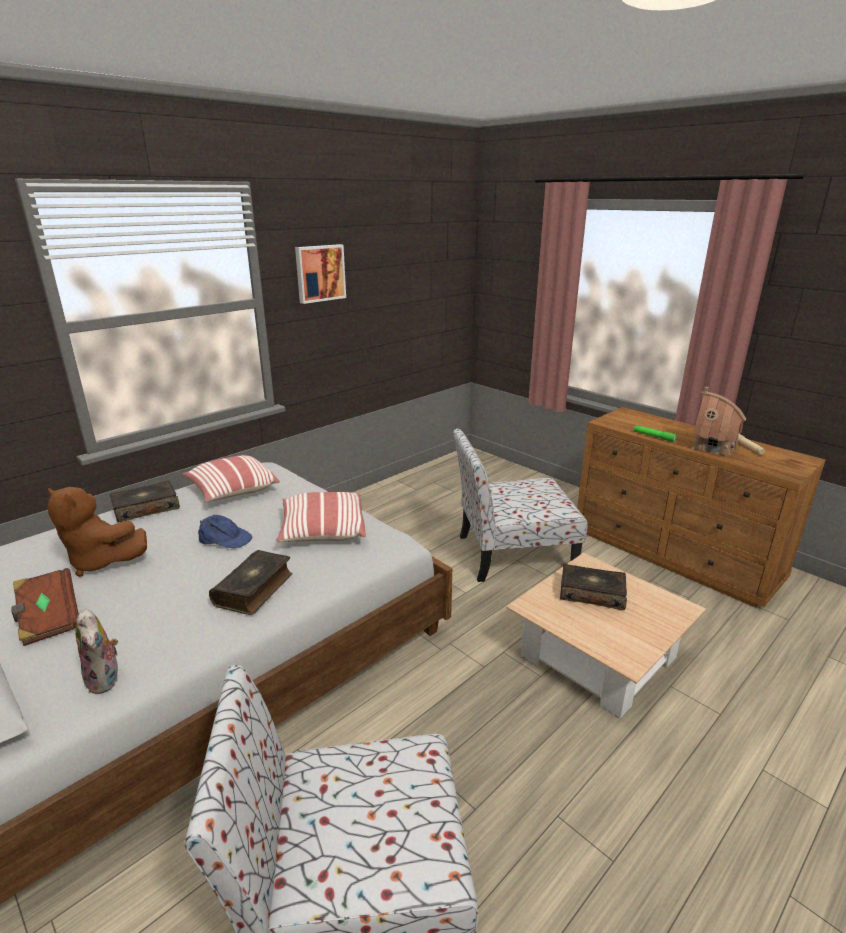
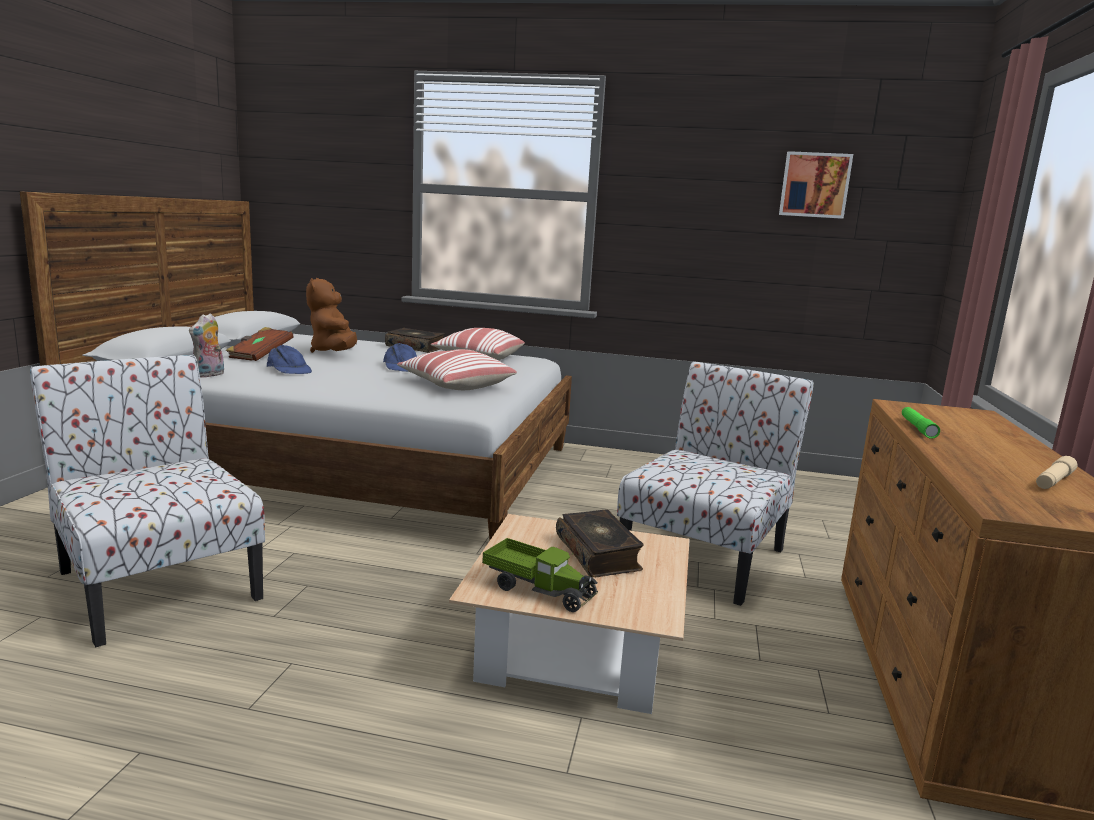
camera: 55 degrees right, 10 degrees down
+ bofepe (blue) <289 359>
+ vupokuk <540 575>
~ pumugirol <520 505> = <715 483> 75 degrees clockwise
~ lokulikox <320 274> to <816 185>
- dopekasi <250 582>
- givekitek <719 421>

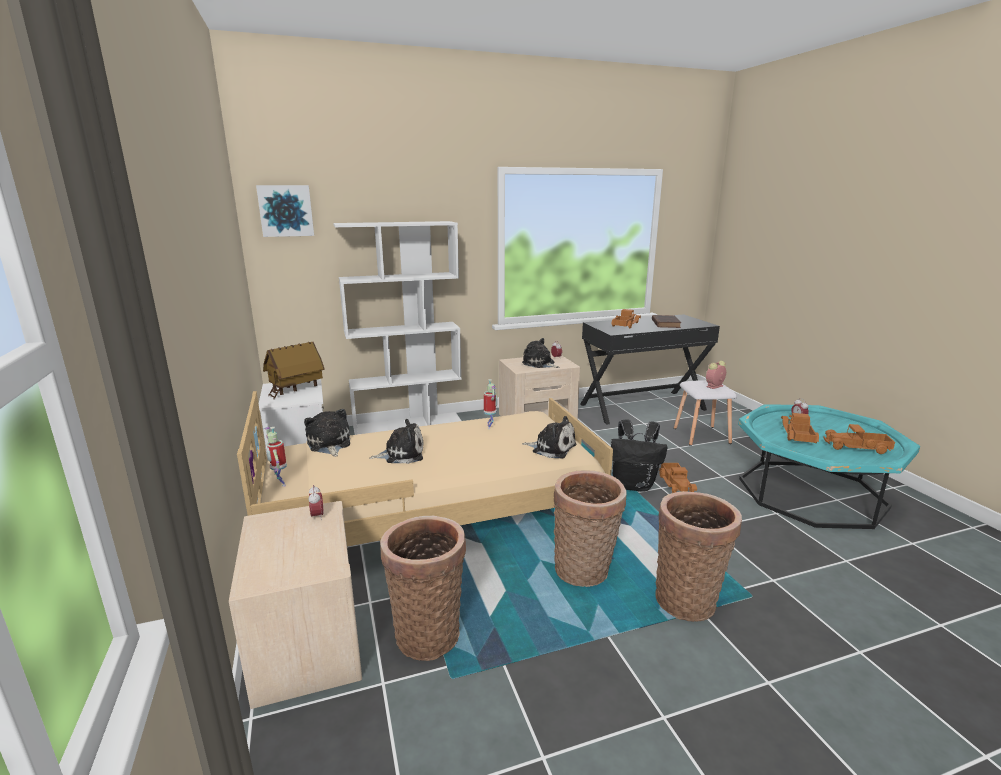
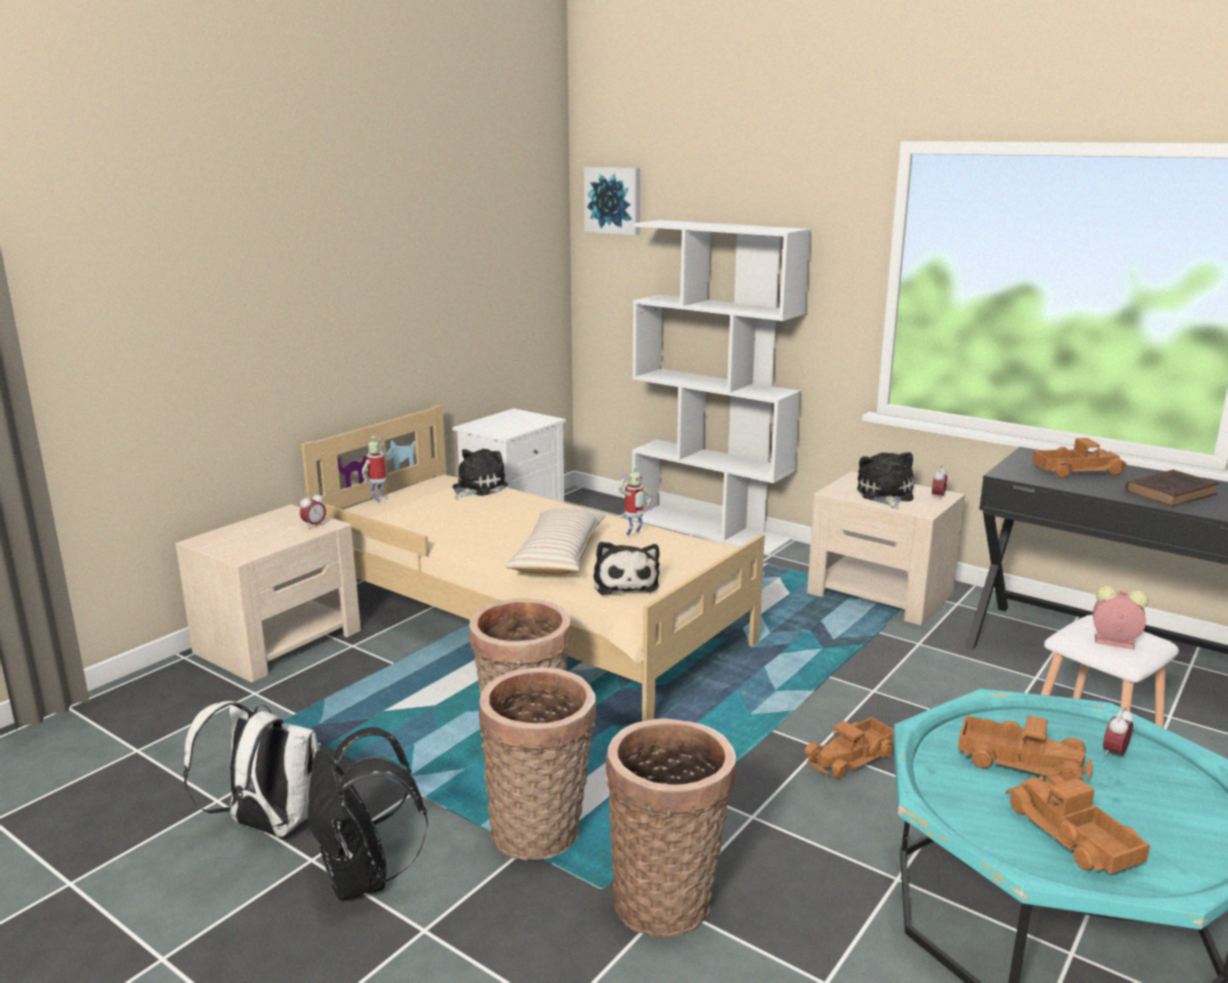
camera: 55 degrees right, 0 degrees up
+ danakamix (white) <251 769>
~ danakamix (black) <639 455> to <368 813>
+ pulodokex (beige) <555 541>
~ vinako <423 588> to <671 827>
~ vupokuk <800 428> = <1025 748> 45 degrees clockwise
- givekitek <294 370>
- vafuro <396 441>

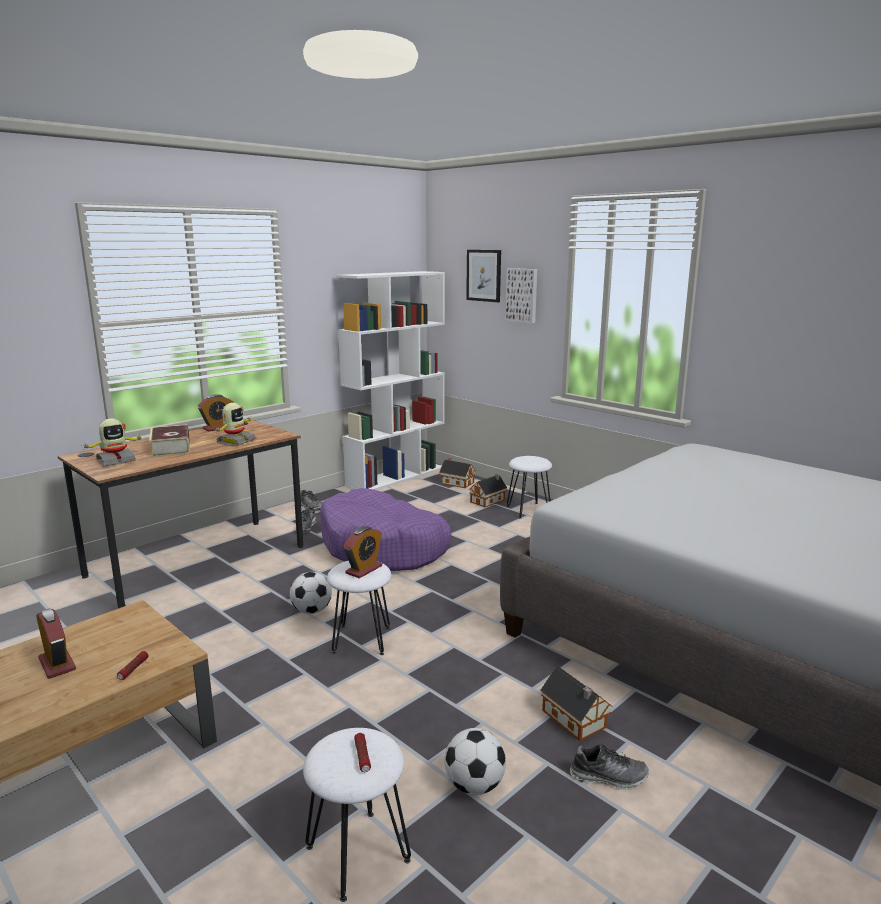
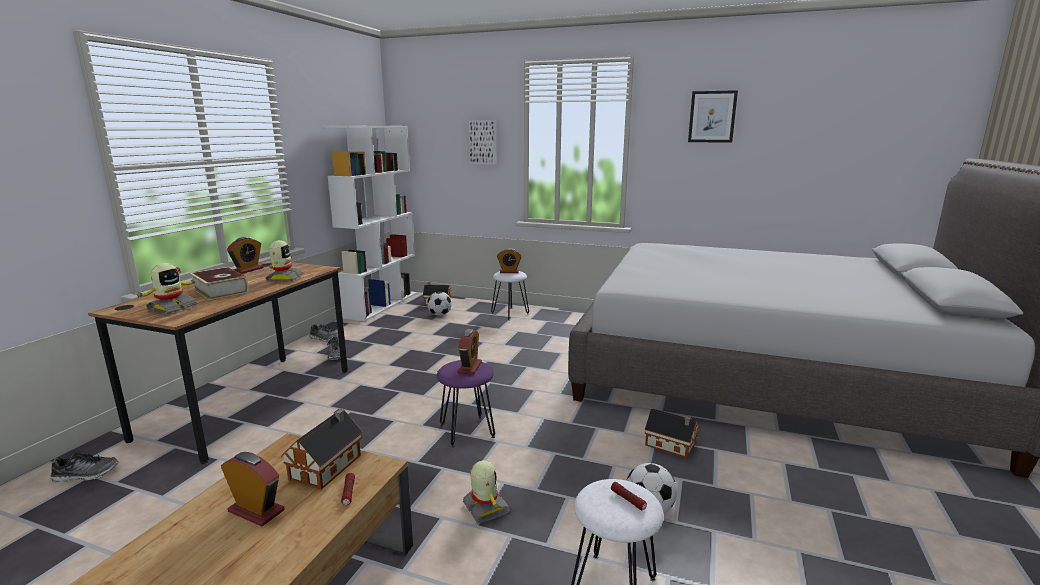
camera: 25 degrees left, 0 degrees up
~ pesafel <609 767> to <84 467>
~ givekitek <488 491> to <322 449>
~ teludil <311 593> to <439 304>
~ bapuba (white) <359 608> to bapuba (purple) <466 403>
+ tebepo <487 492>
+ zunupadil <509 260>
~ lokulikox <483 276> to <713 116>
- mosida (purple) <385 529>

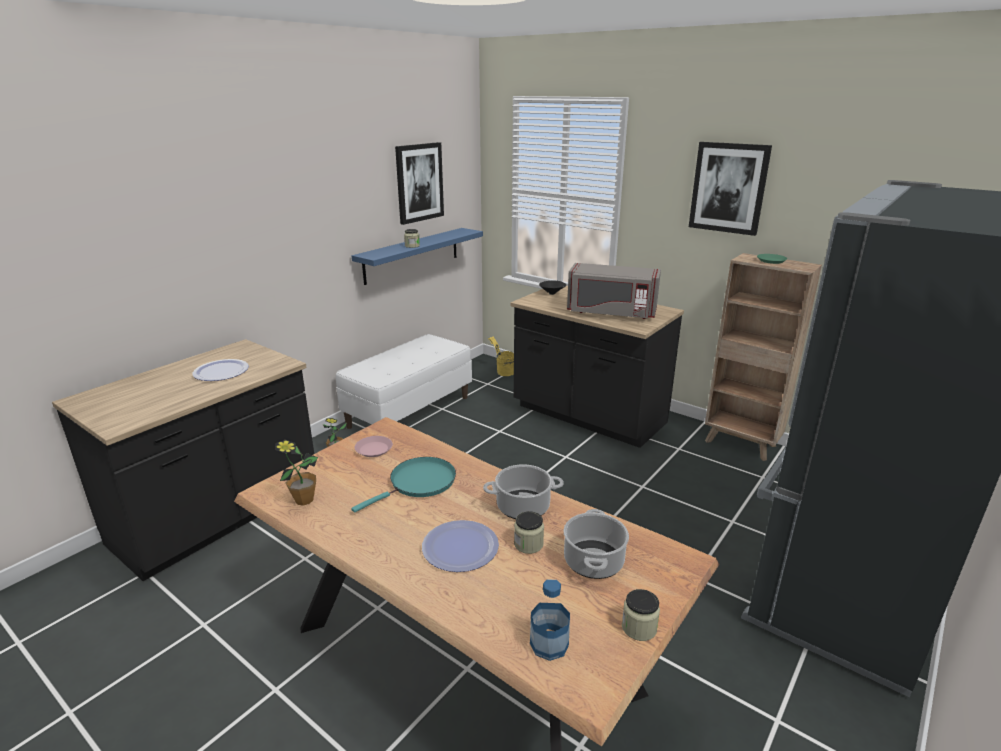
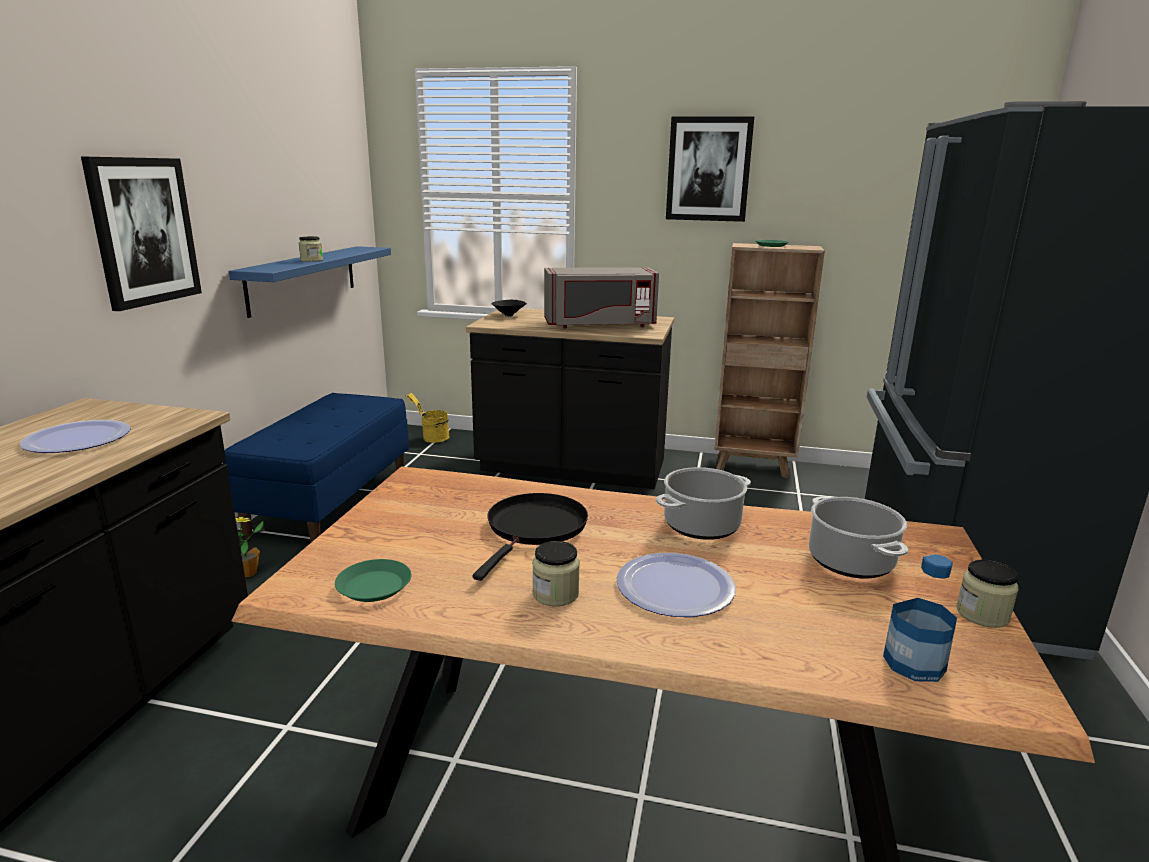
camera: 25 degrees left, 5 degrees down
~ lokulikox <419 183> to <141 234>
~ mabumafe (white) <404 381> to mabumafe (blue) <316 467>
~ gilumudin <296 473> to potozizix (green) <373 580>
~ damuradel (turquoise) <403 485> to damuradel (black) <530 537>
~ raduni <529 532> to <556 573>
- potozizix (pink) <374 446>

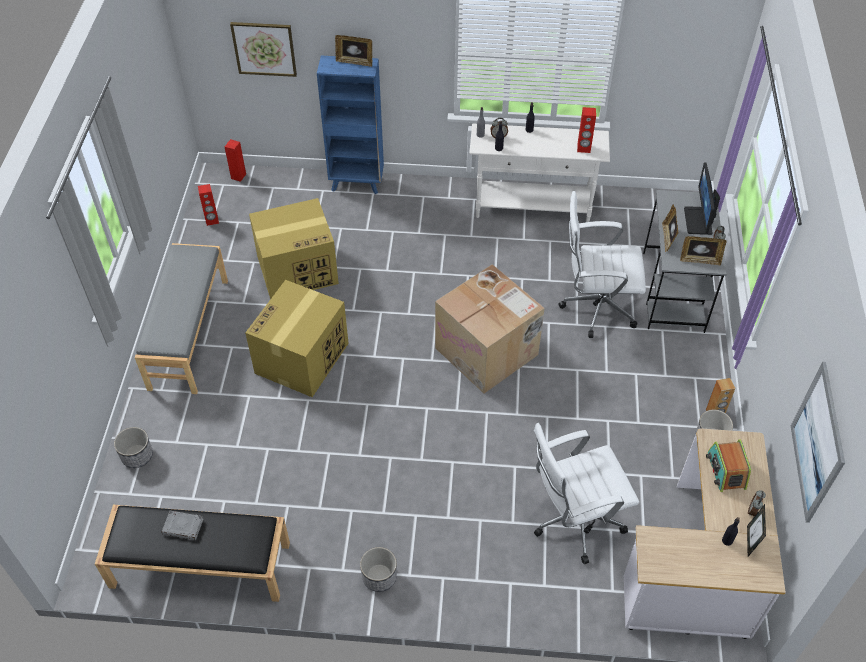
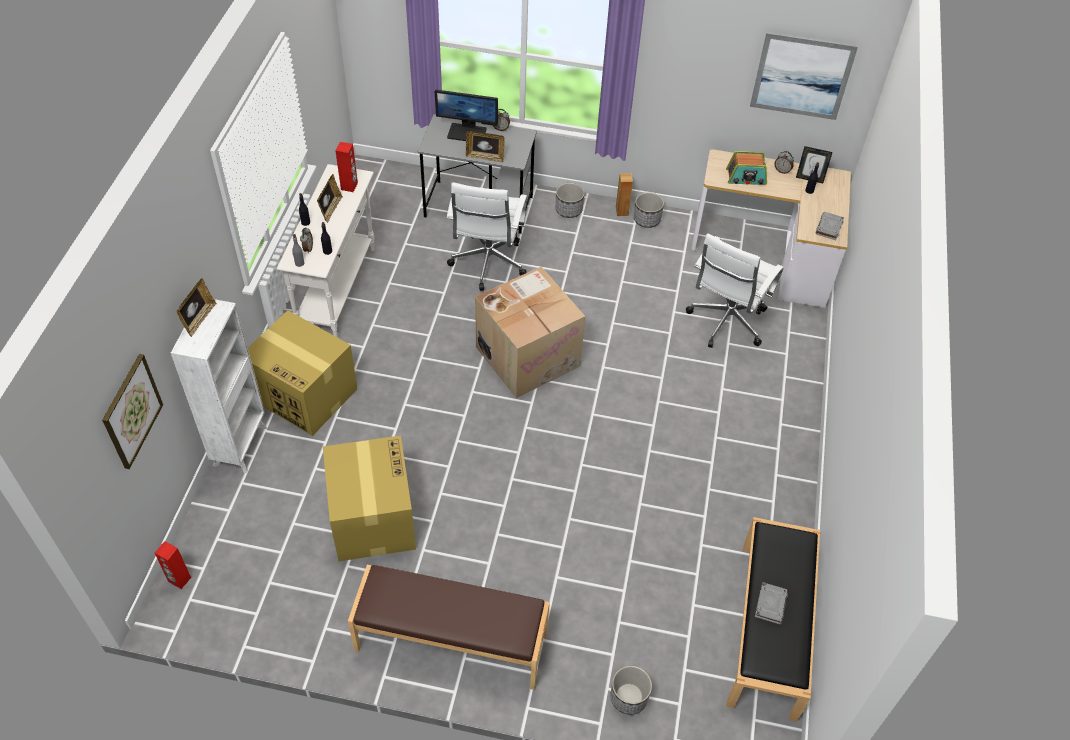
camera: 85 degrees left, 0 degrees up
~ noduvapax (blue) <350 125> to noduvapax (white) <219 386>
~ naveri <297 338> to <303 373>
~ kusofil <703 251> to <330 198>
~ mabumafe (grey) <181 318> to mabumafe (brown) <449 627>
~ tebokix <378 569> to <570 200>
~ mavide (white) <586 493> = <735 290> 45 degrees clockwise
+ dopekasi (grey) <830 226>
- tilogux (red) <208 205>

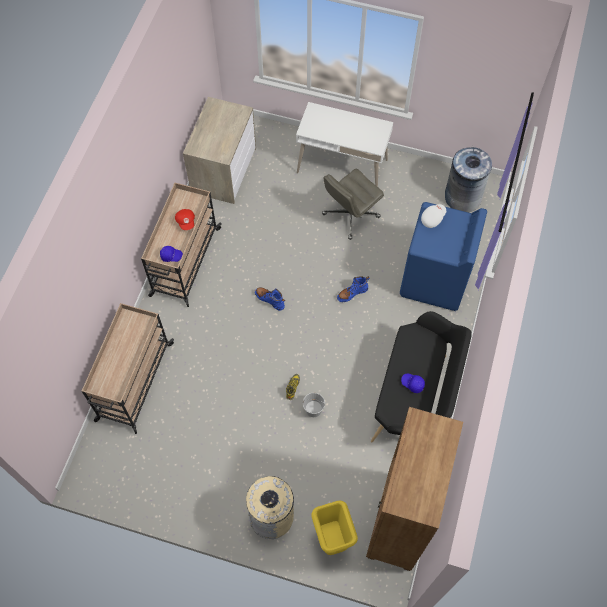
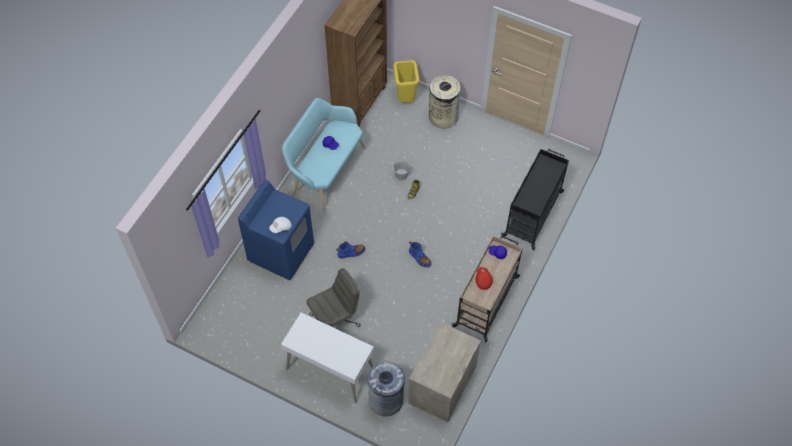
camera: 170 degrees left, 5 degrees down
~ mabumafe (black) <421 376> to mabumafe (turquoise) <324 155>
~ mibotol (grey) <468 180> to <386 389>
~ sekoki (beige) <128 368> to sekoki (black) <535 199>

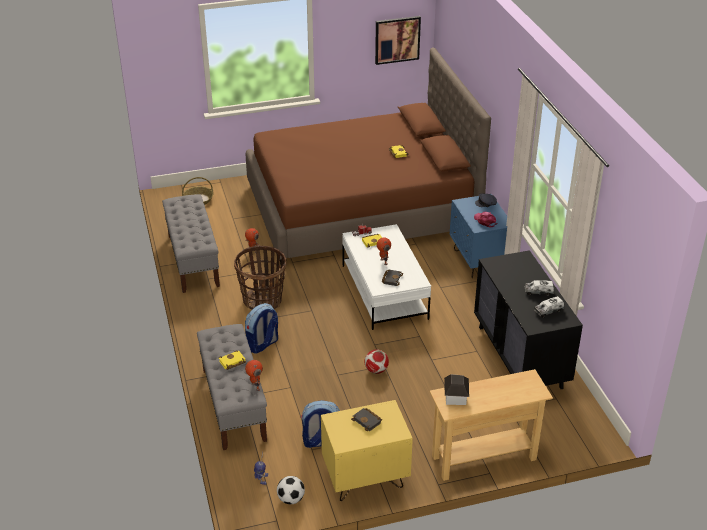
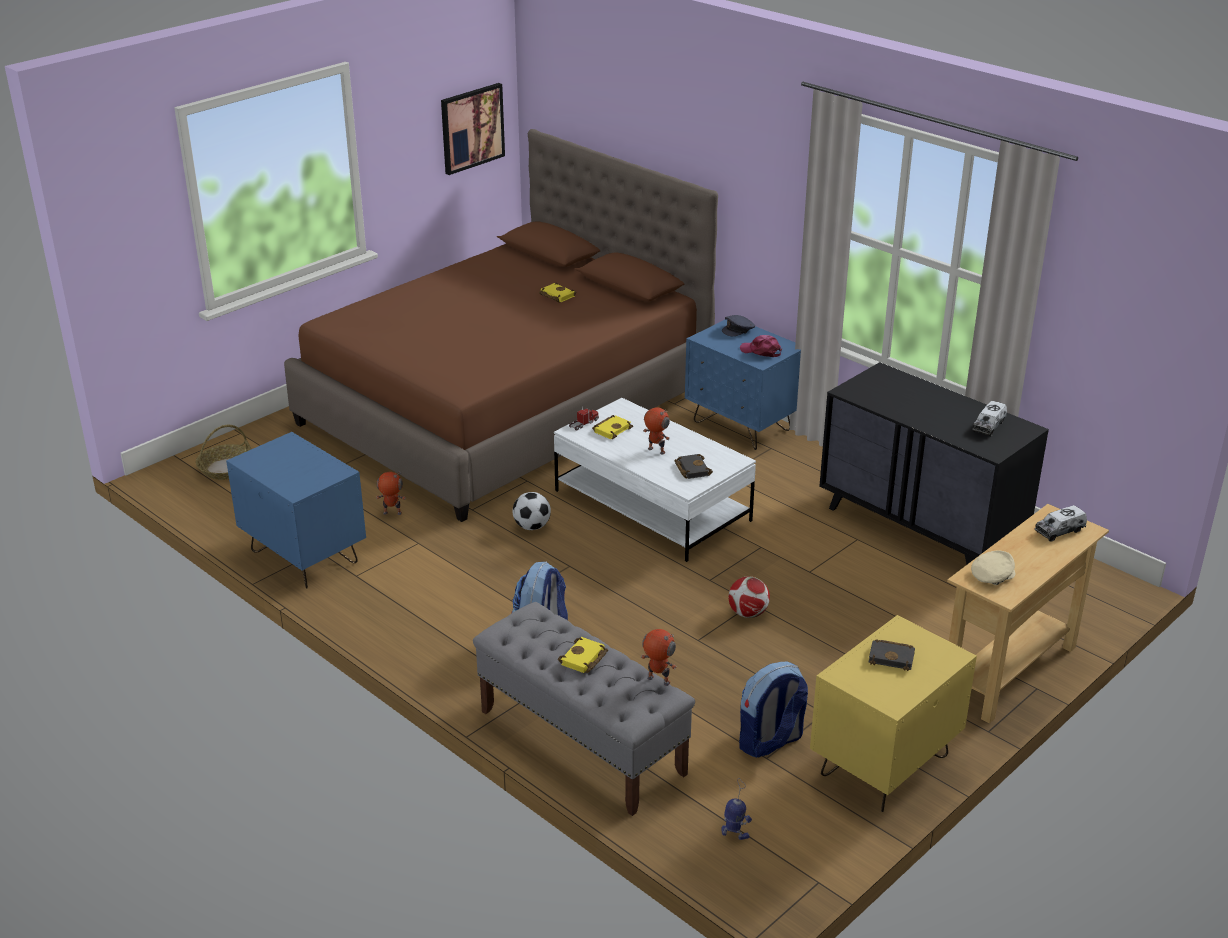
camera: 30 degrees left, 5 degrees down
~ mabumafe (grey) <191 243> to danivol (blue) <296 510>
~ teludil <291 490> to <531 511>
~ givekitek <456 389> to bofepe (beige) <993 568>
~ vupokuk <539 288> to <1061 523>
- vinako <260 277>

